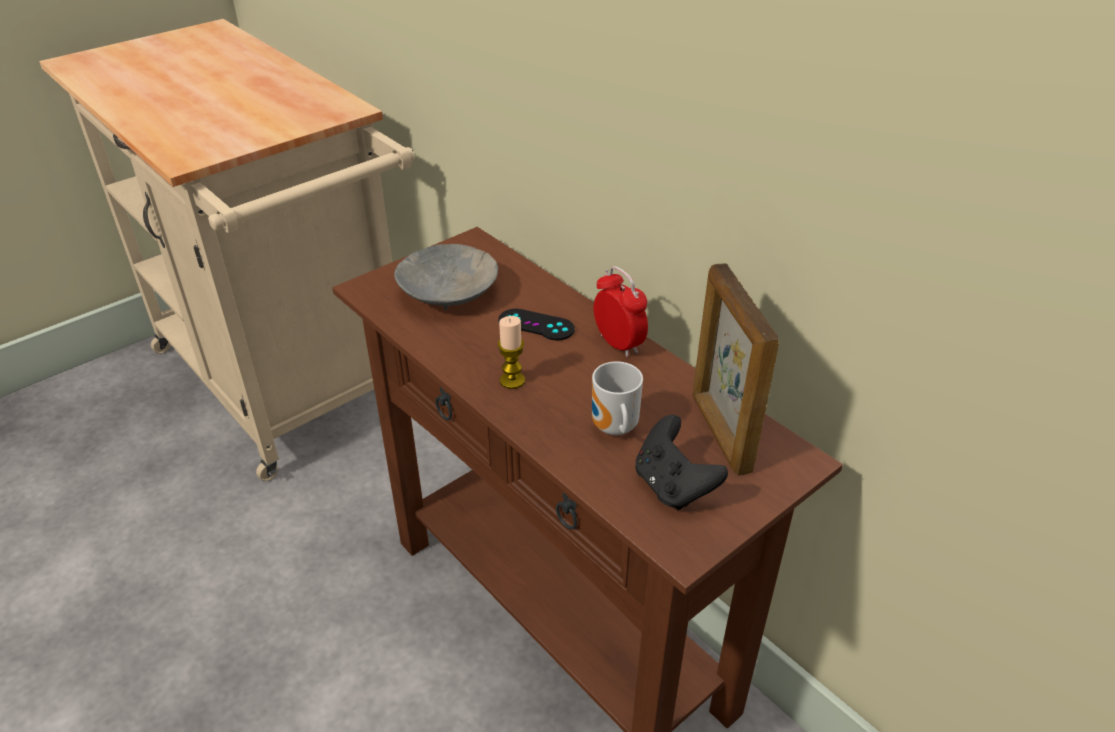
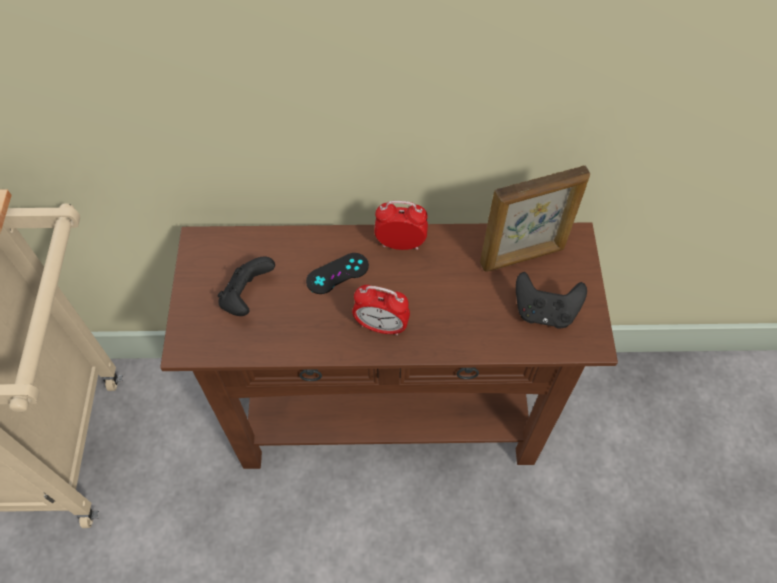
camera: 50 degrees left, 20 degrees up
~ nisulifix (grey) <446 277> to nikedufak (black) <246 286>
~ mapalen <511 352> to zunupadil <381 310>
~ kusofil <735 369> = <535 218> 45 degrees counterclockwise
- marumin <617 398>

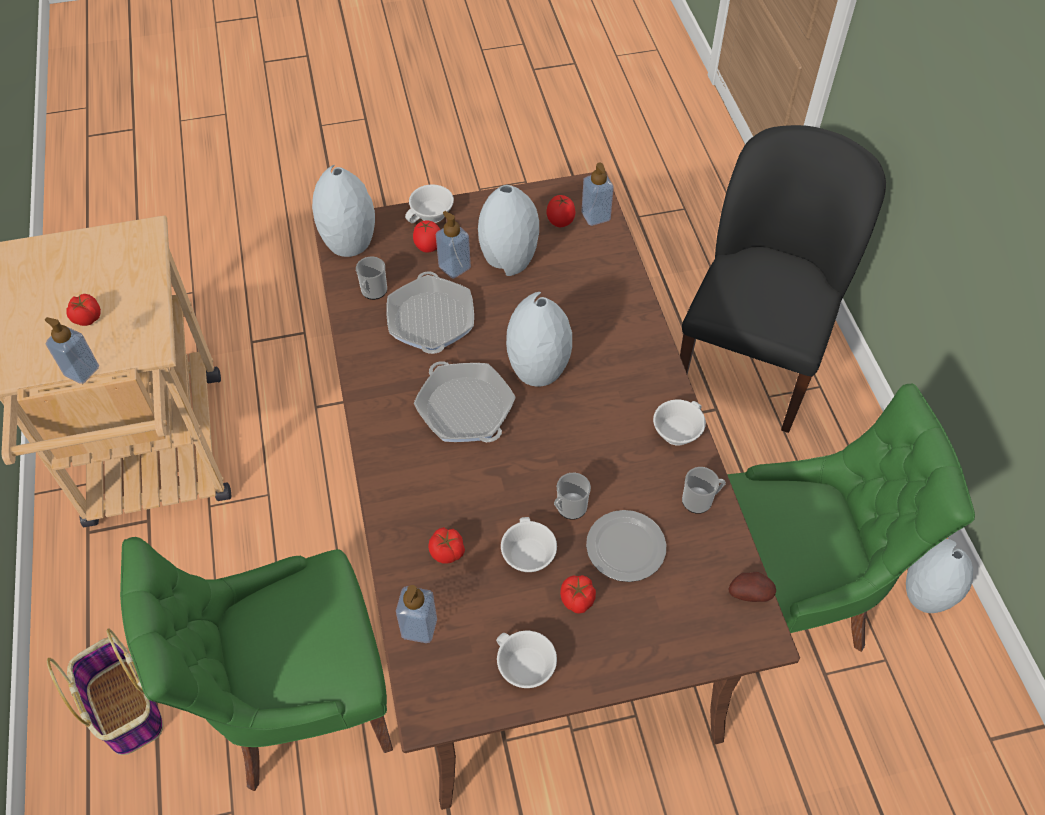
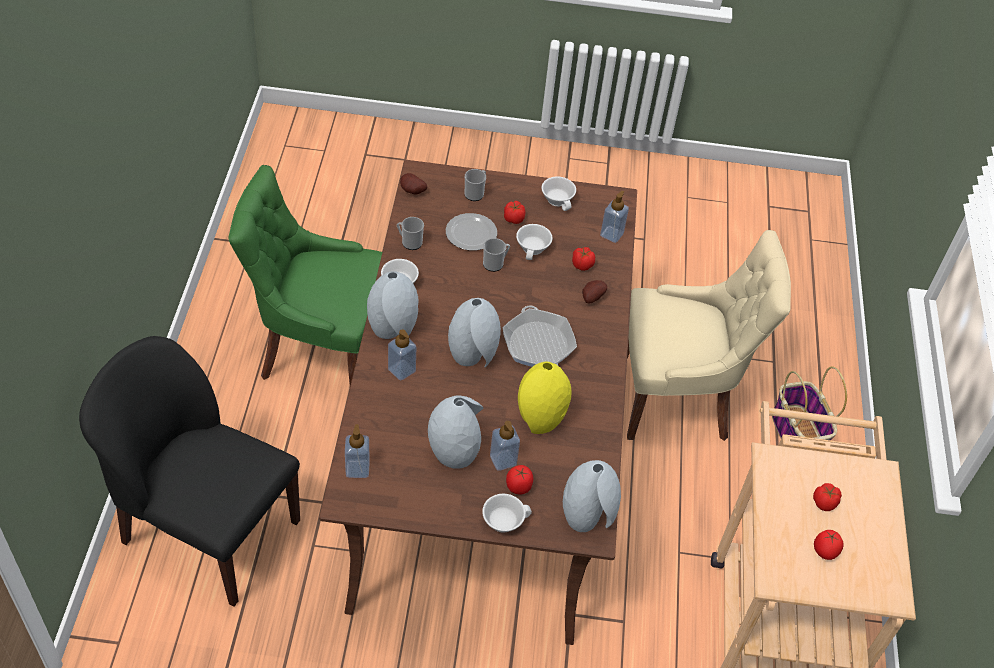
camera: 165 degrees left, 5 degrees down
~ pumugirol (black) <783 279> = <189 471> 75 degrees clockwise
~ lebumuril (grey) <939 576> to <393 305>
~ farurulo <72 350> to <402 354>
~ marumin <371 278> to <475 185>
~ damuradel <430 312> to lebumuril (yellow) <545 397>
+ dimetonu <594 292>
~ pumugirol (green) <256 664> to pumugirol (beige) <709 335>
~ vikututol <561 211> to <829 545>

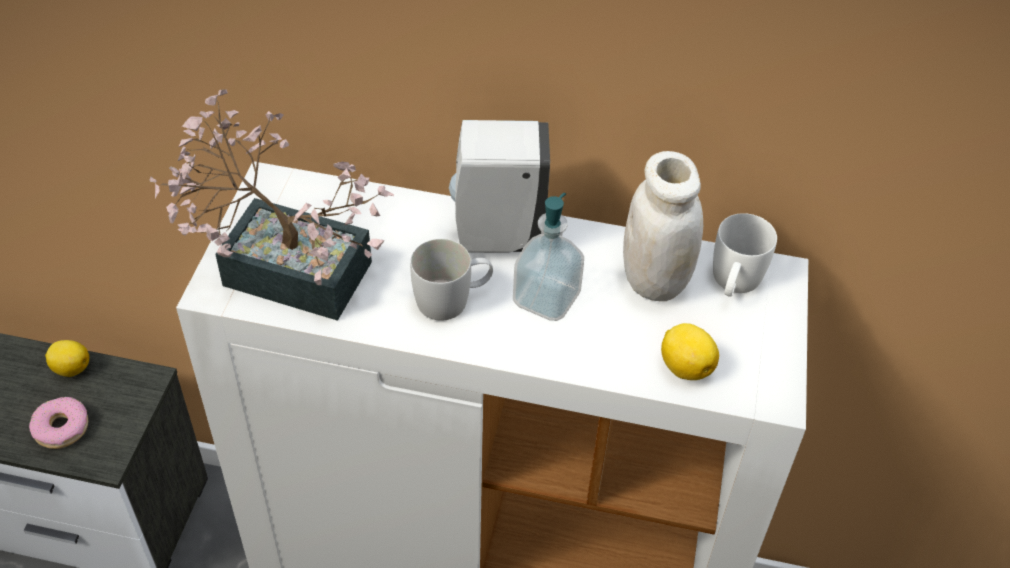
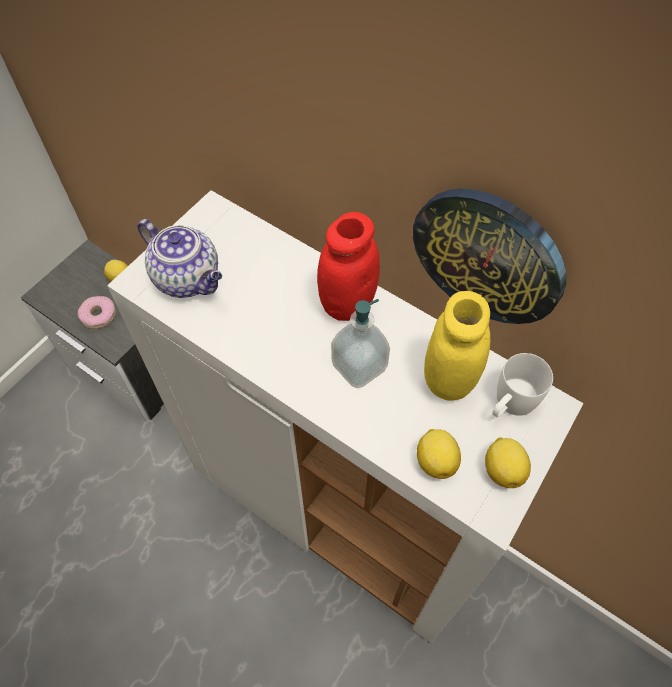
camera: 25 degrees right, 10 degrees up
~ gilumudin <271 205> to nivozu <180 258>
~ farurulo (white) <499 186> to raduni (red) <348 266>
+ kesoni <489 256>
~ raduni (white) <663 226> to raduni (yellow) <457 346>
+ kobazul <508 462>
- marumin (white) <451 280>

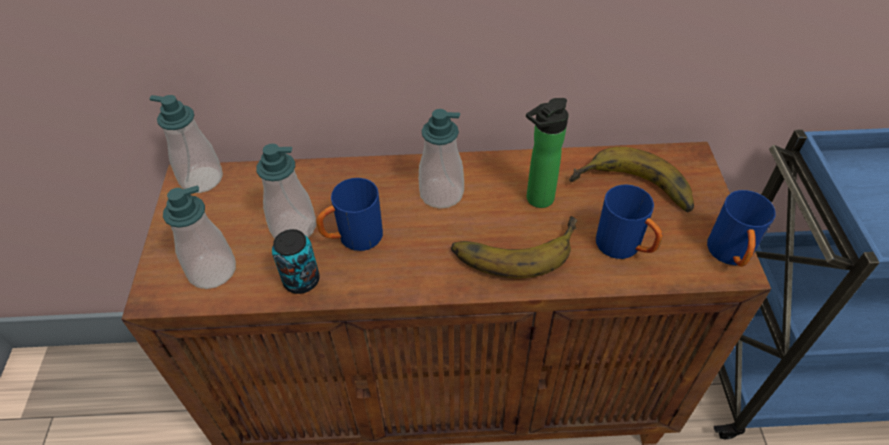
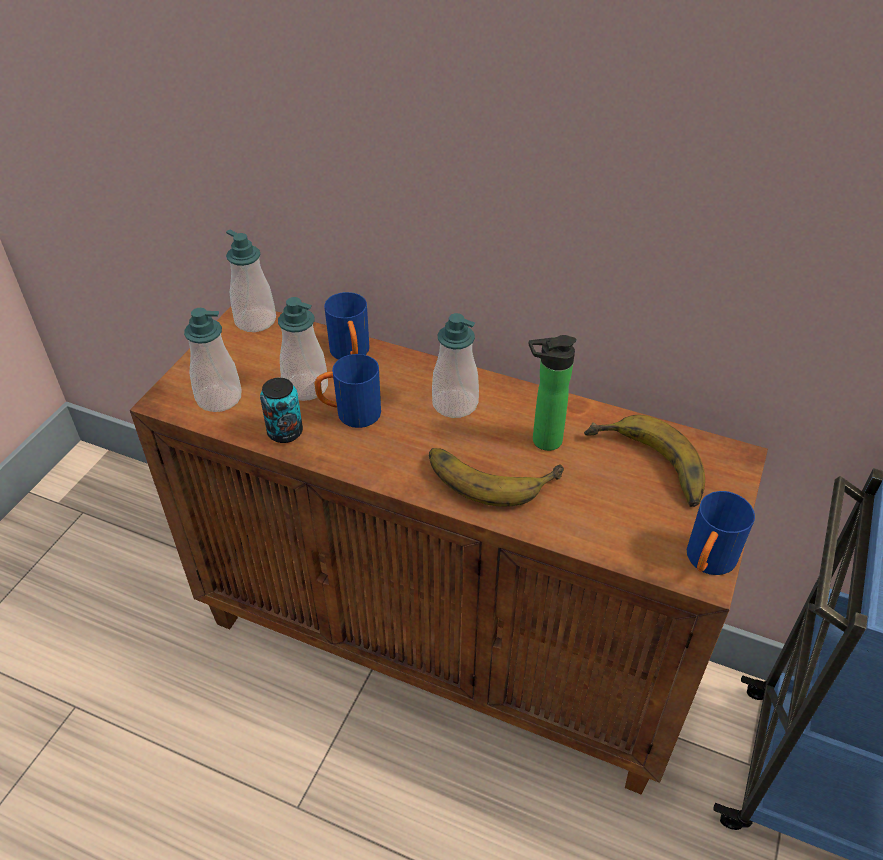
camera: 25 degrees right, 5 degrees down
~ marumin (blue) <629 222> to <346 326>

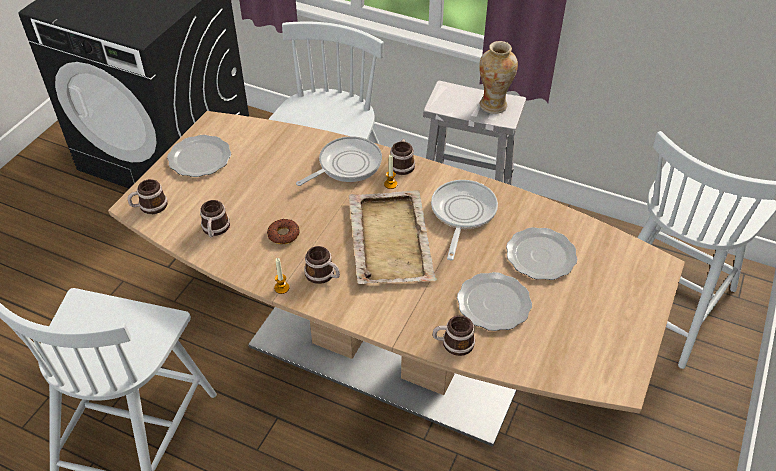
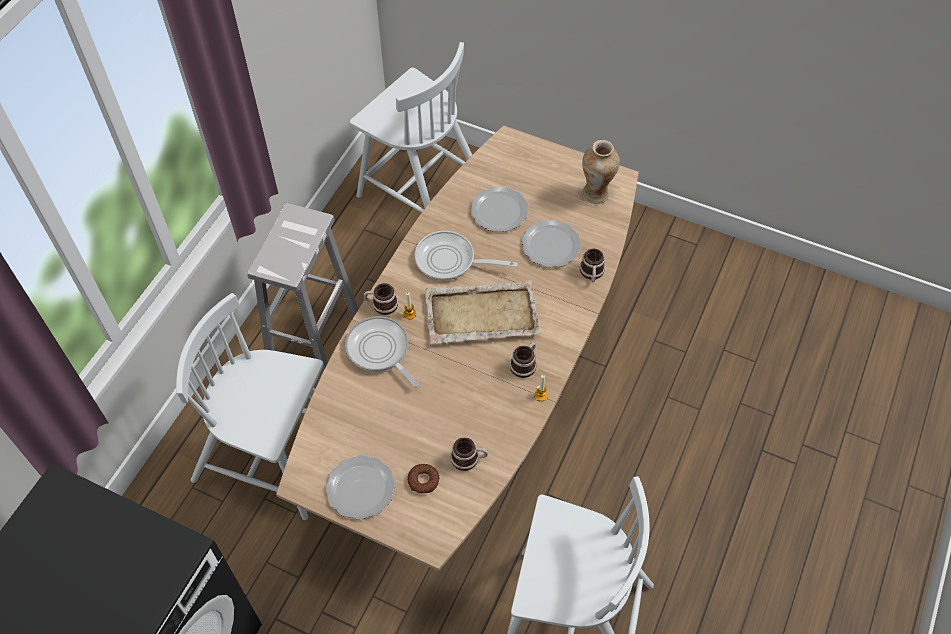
camera: 90 degrees left, 10 degrees up
~ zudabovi <283 231> to <423 478>
~ lebumuril <498 77> to <601 172>
- marumin <147 196>

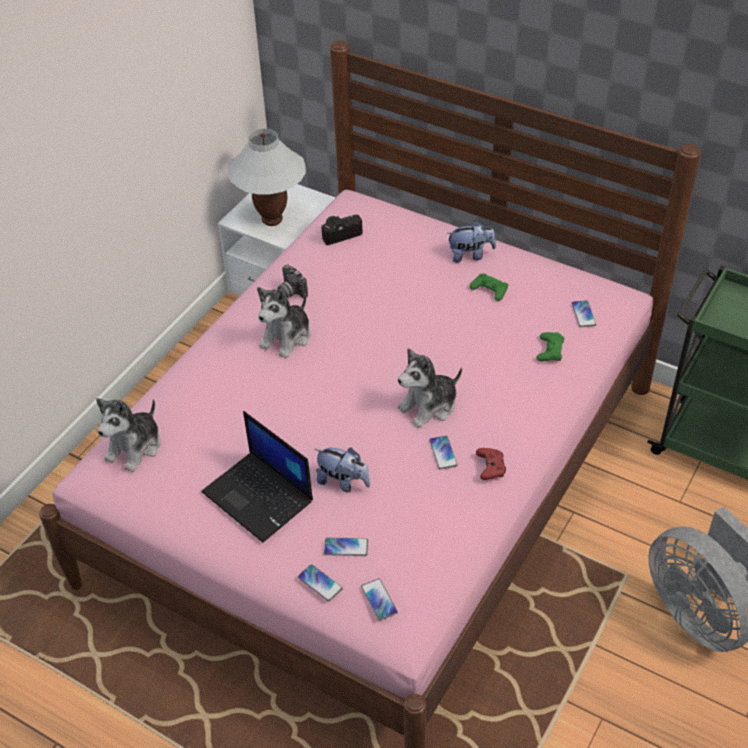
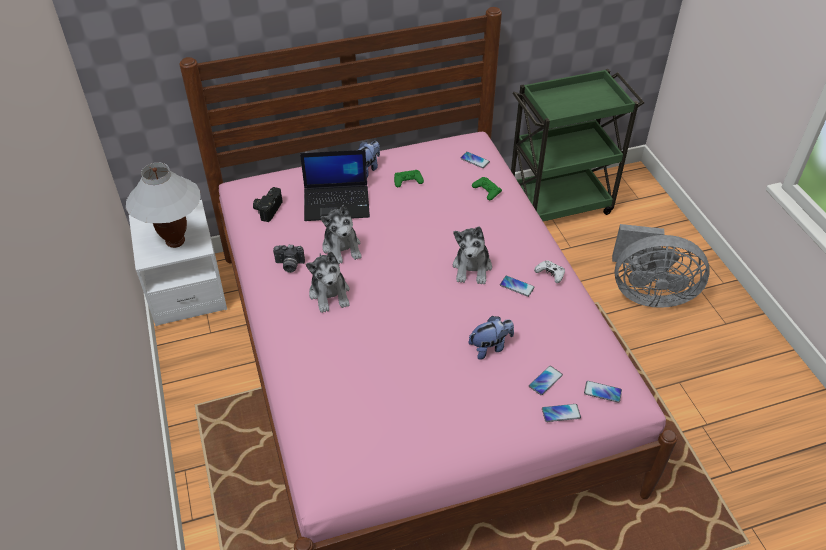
camera: 50 degrees left, 0 degrees up
~ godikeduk <257 477> to <335 185>
~ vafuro <128 435> to <341 234>
~ nikedufak (red) <491 464> to nikedufak (white) <549 271>

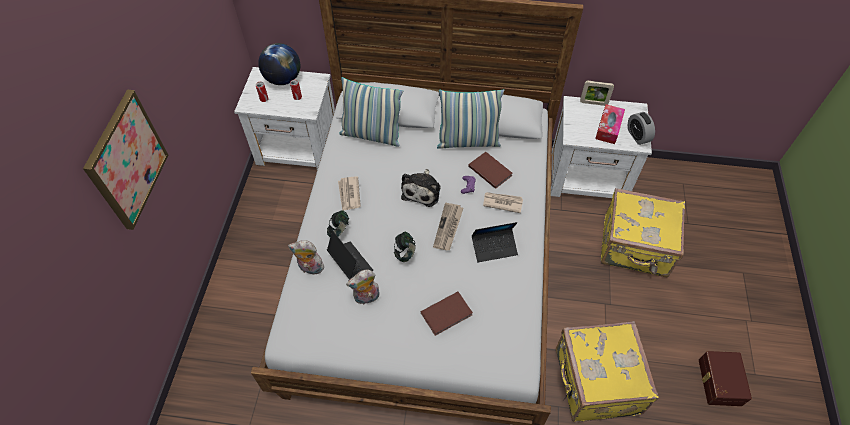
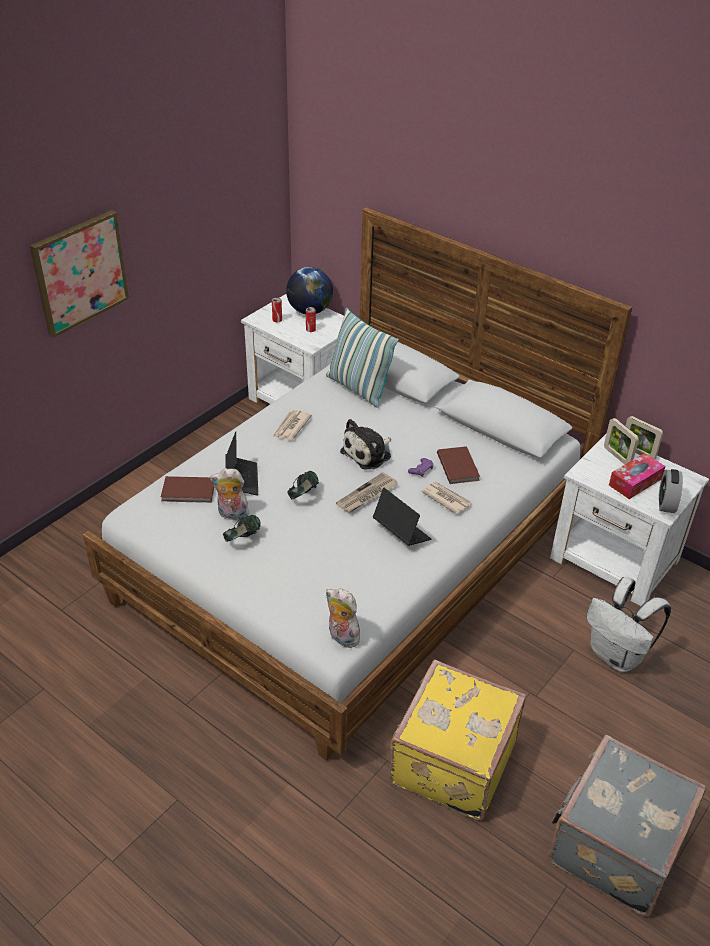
camera: 30 degrees right, 15 degrees down
~ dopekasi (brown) <446 313> to <188 489>
~ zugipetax <338 223> to <242 528>
~ vafuro <306 257> to <343 618>
~ godikeduk <495 242> = <402 517> 150 degrees counterclockwise
~ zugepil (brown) <725 378> to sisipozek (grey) <627 826>
~ sisipozek (yellow) <642 232> to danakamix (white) <629 624>
+ kusofil <621 441>
- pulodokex <470 119>

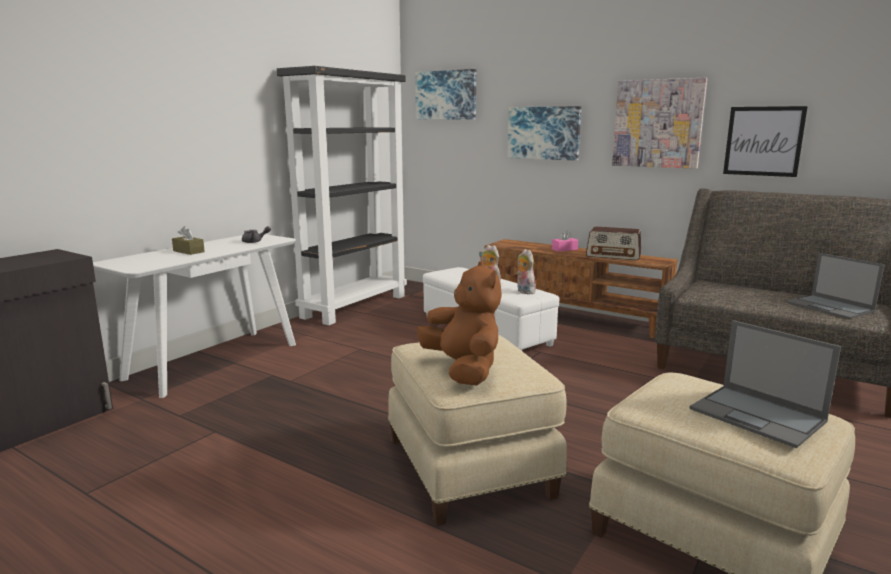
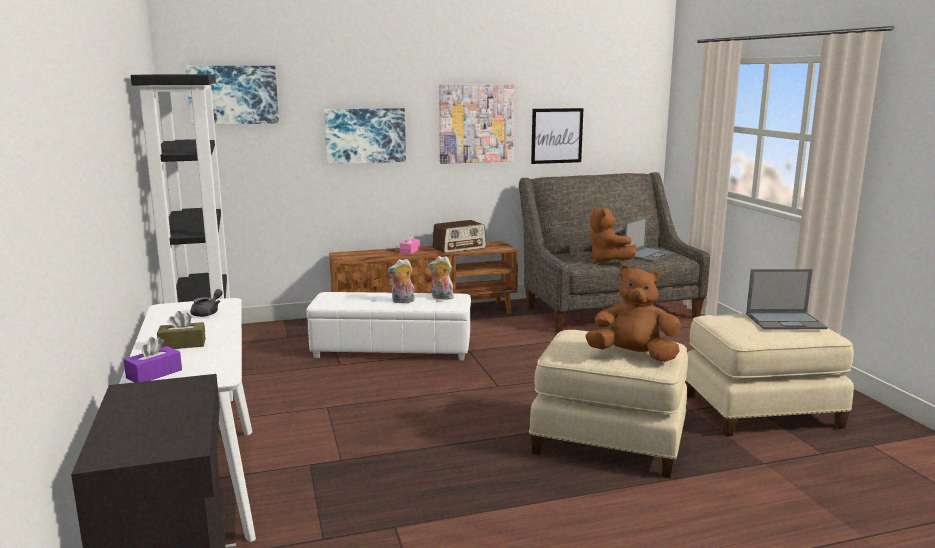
camera: 50 degrees left, 0 degrees up
+ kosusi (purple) <153 359>
+ vafuro (brown) <613 234>
~ godikeduk <835 286> = <649 239> 60 degrees counterclockwise

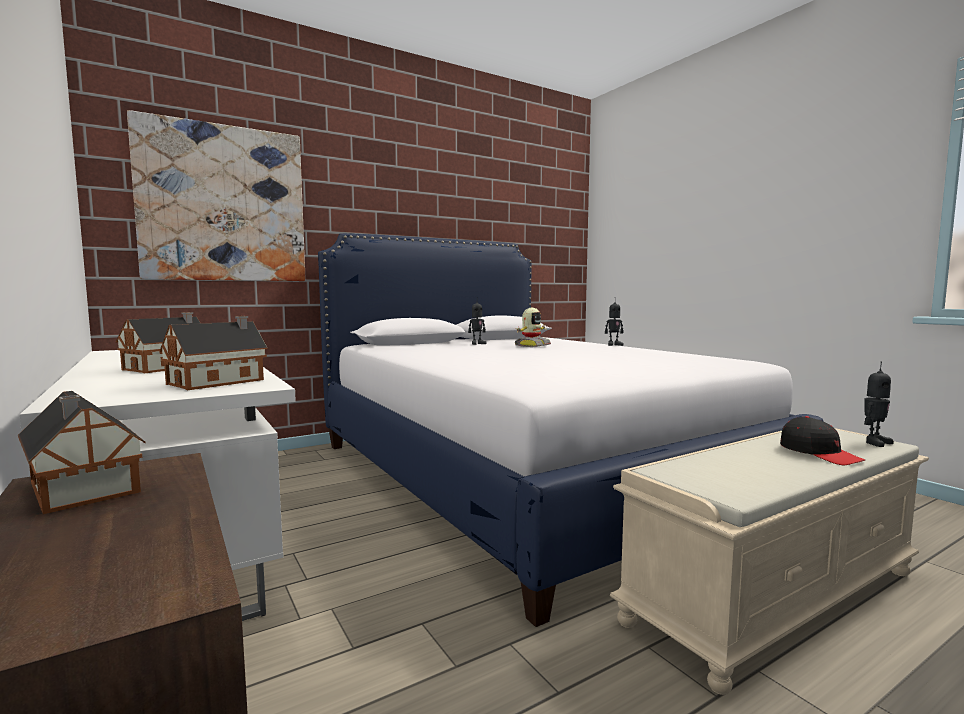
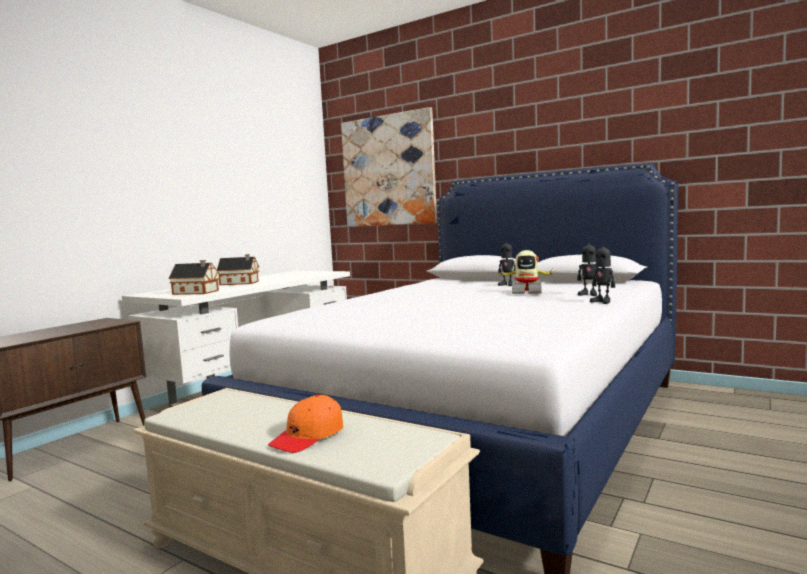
camera: 65 degrees right, 0 degrees up
~ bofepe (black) <822 440> to bofepe (orange) <305 423>
~ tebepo <879 404> to <588 266>
- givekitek <82 452>

